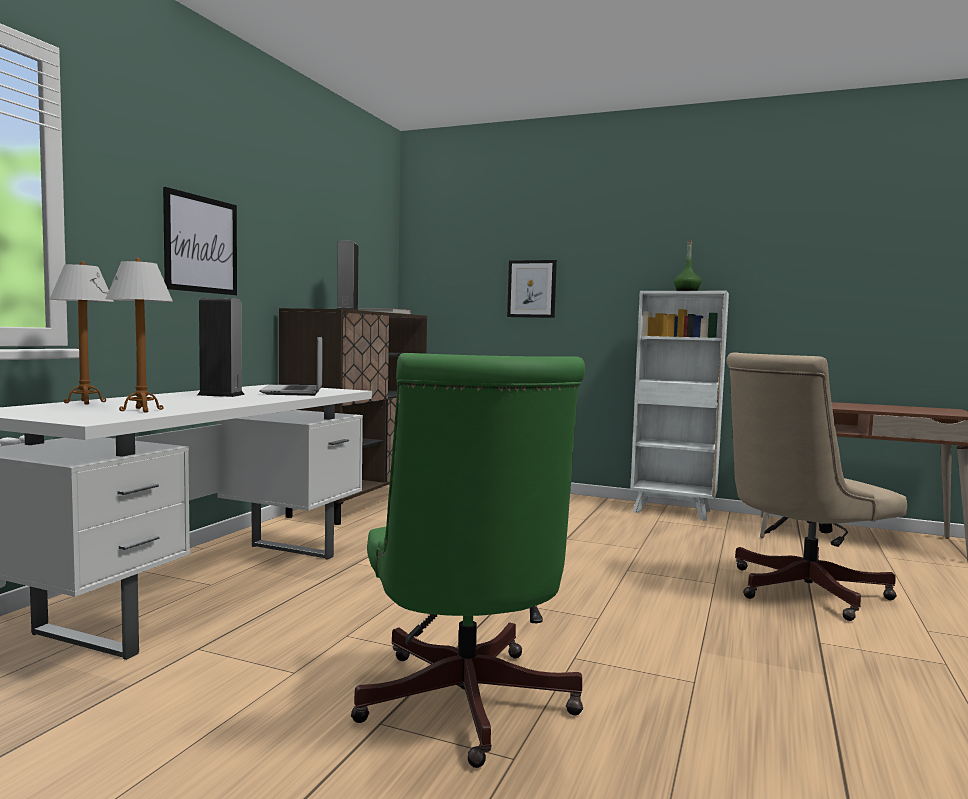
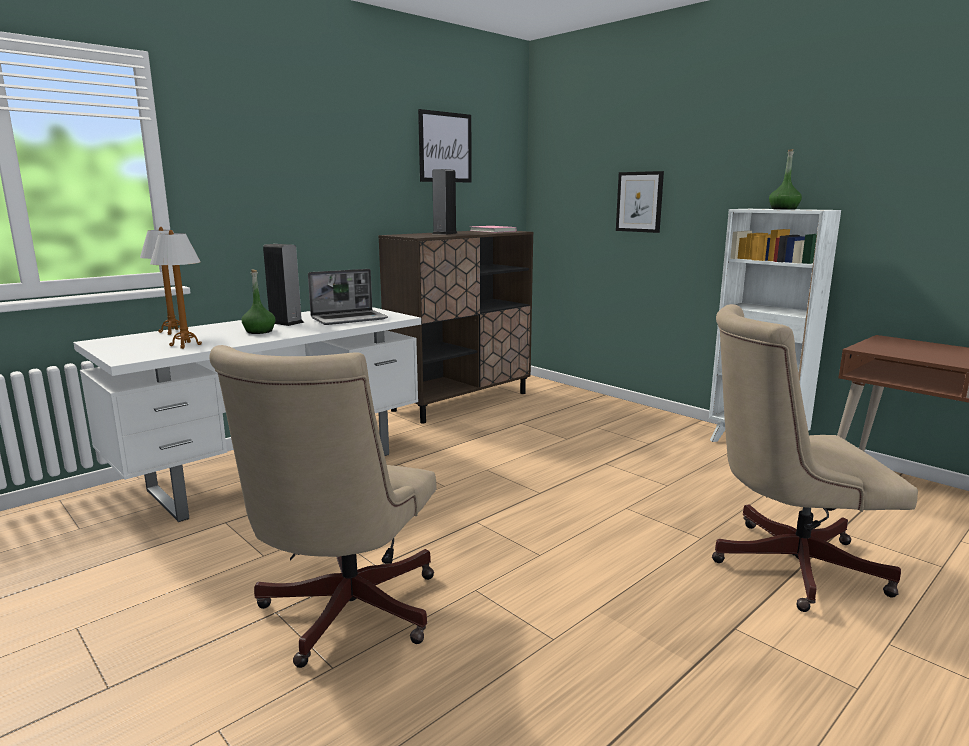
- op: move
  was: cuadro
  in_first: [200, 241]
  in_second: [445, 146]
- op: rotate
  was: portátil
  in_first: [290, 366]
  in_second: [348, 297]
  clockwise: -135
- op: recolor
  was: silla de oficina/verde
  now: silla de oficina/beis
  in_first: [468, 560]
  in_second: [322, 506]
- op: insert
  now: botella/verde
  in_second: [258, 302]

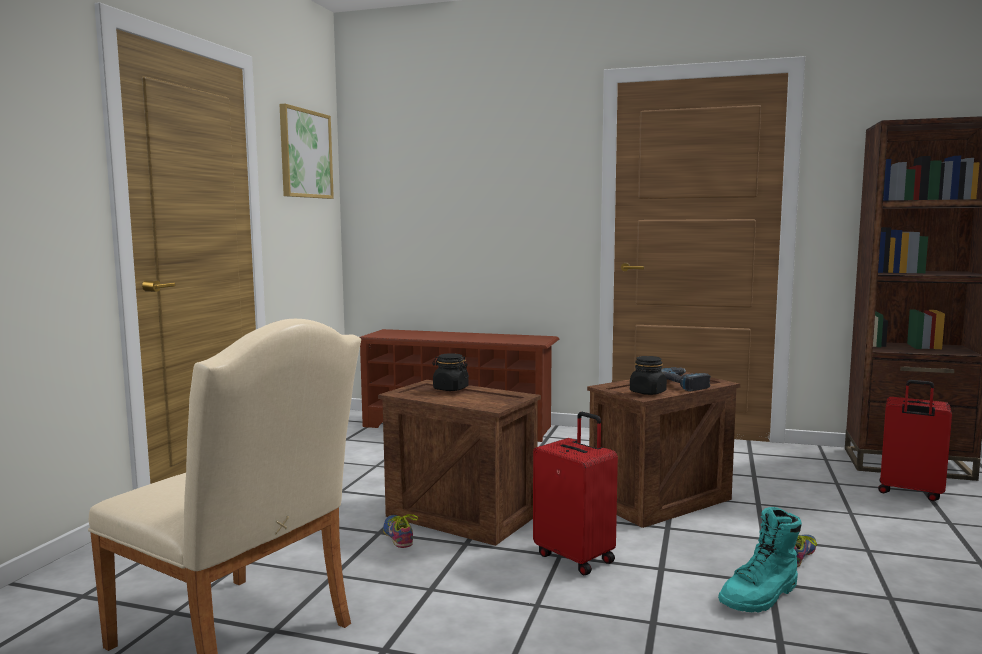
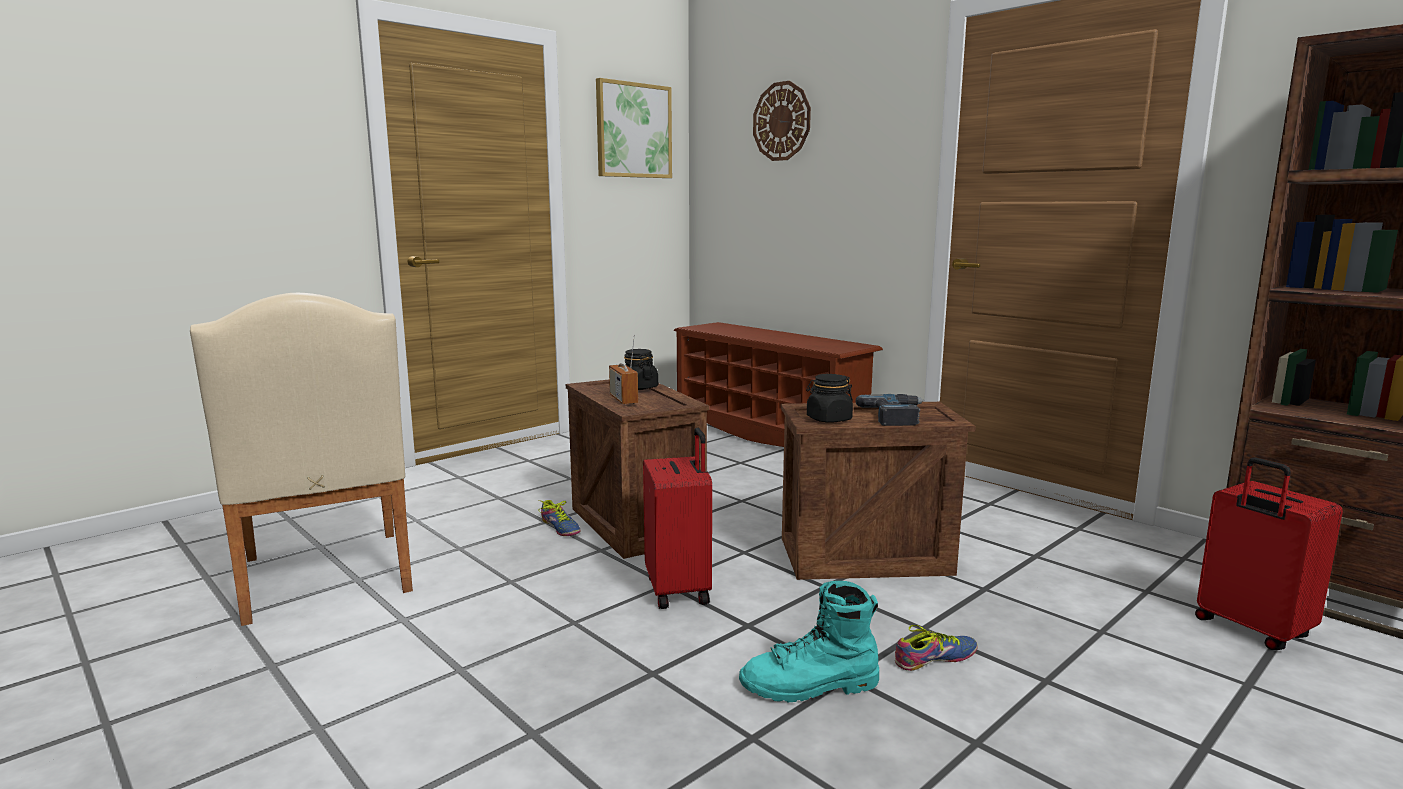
- op: rotate
  was: zapato
  in_first: [400, 531]
  in_second: [560, 518]
  clockwise: 135
- op: insert
  now: radio
  in_second: [623, 369]
- op: insert
  now: reloj de pared
  in_second: [782, 121]

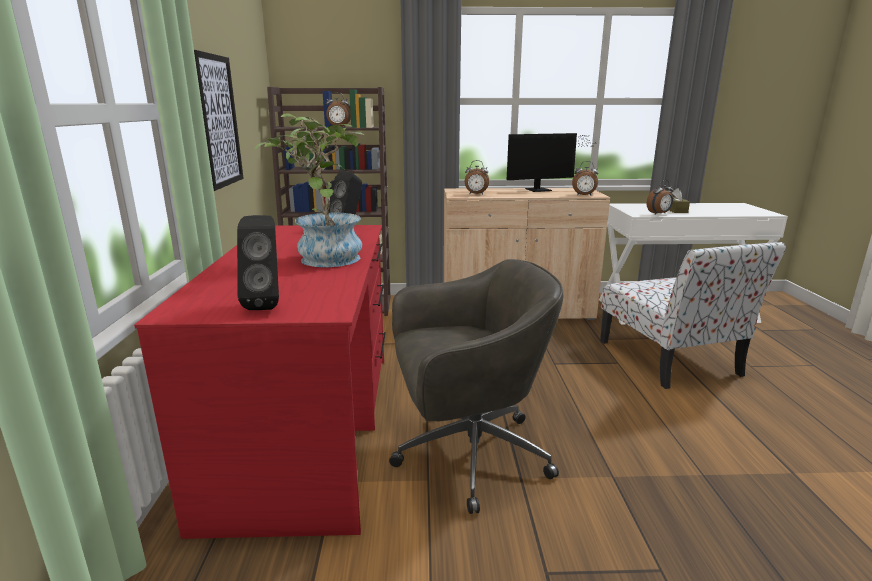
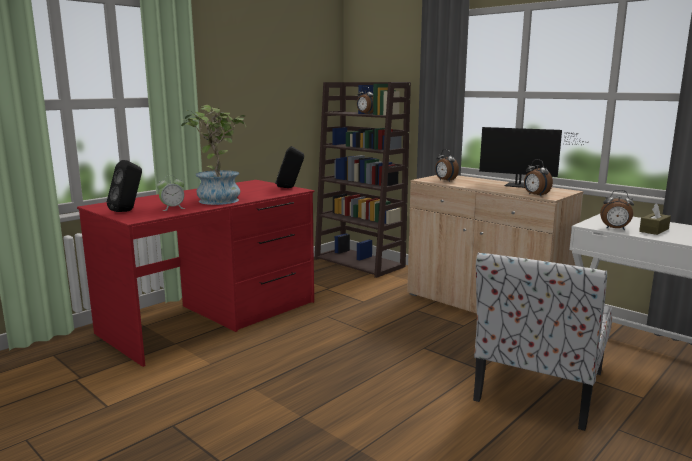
- op: delete
  was: cuadro
  in_first: [219, 120]
- op: delete
  was: silla de oficina/gris
  in_first: [476, 386]
- op: insert
  now: despertador
  in_second: [171, 194]

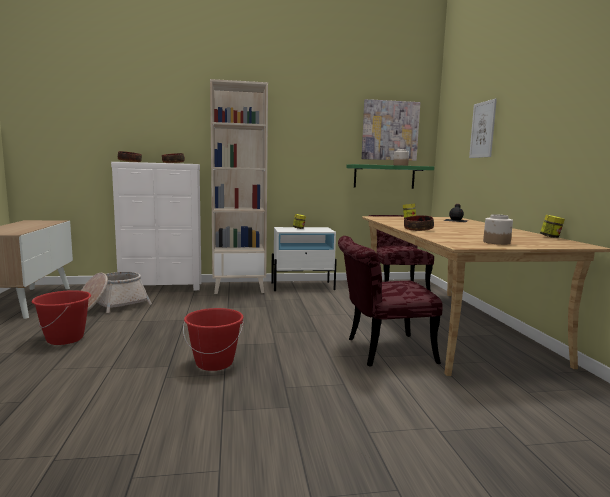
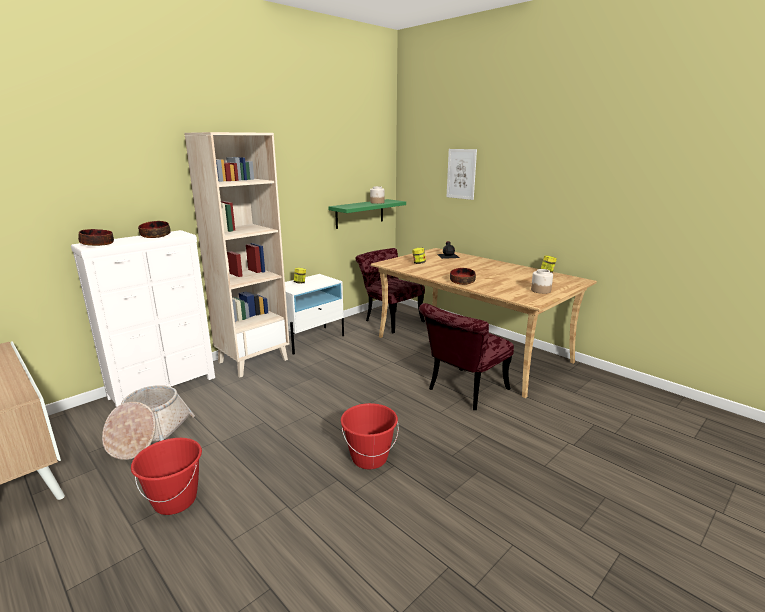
- op: delete
  was: cuadro
  in_first: [391, 130]

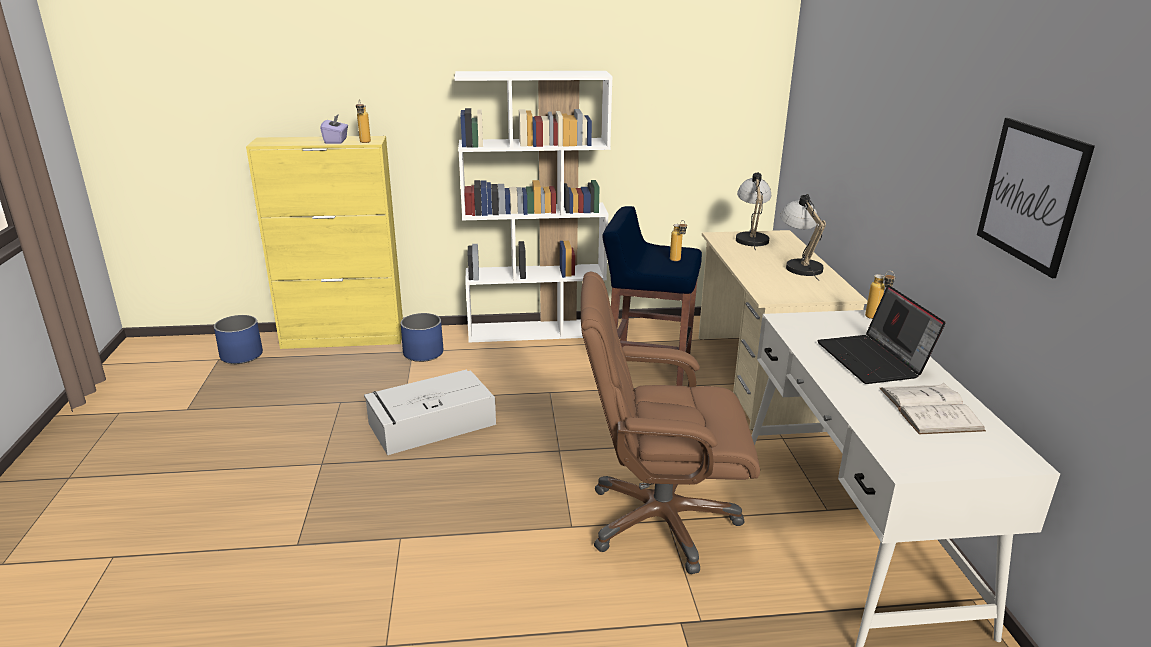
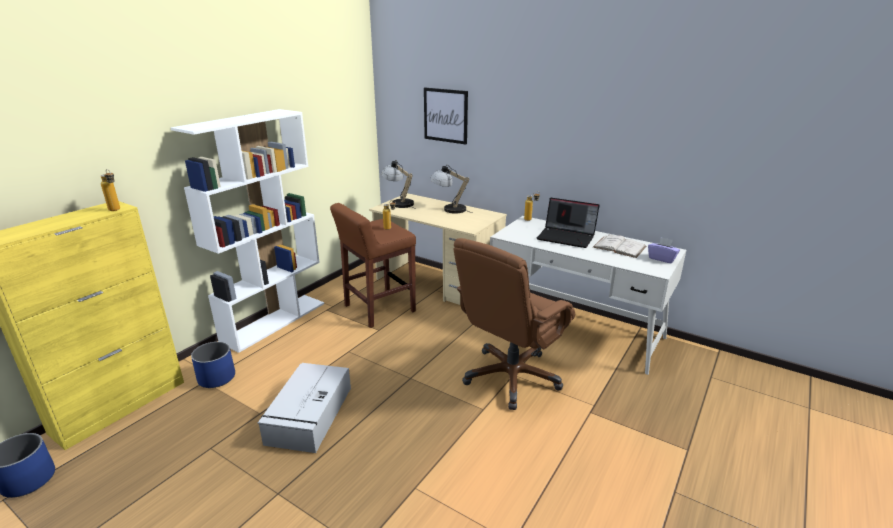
- op: move
  was: caja de pañuelos/morado
  in_first: [334, 129]
  in_second: [664, 250]
- op: recolor
  was: taburete/azul
  now: taburete/marrón
  in_first: [652, 296]
  in_second: [373, 265]
- op: move
  was: cuadro
  in_first: [1036, 198]
  in_second: [446, 116]

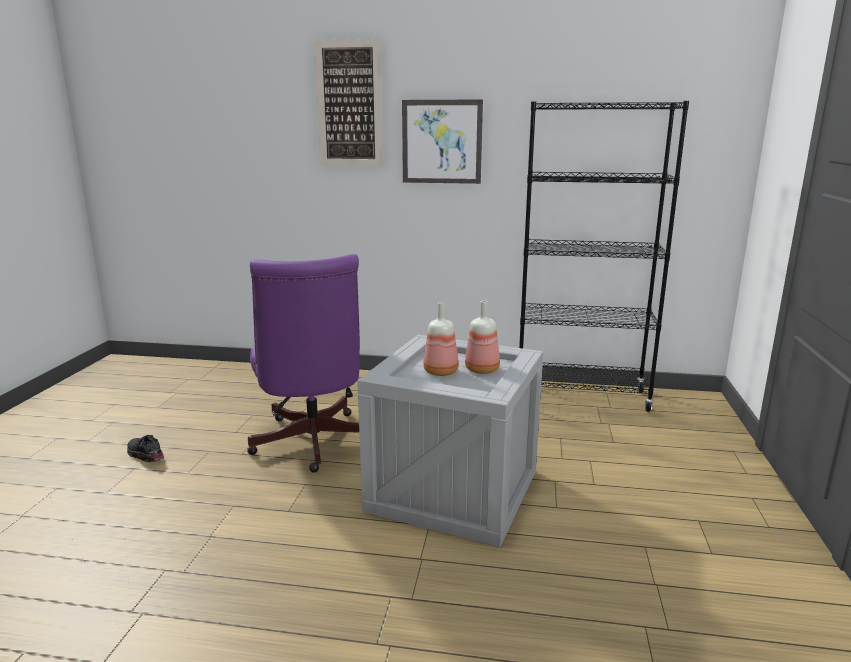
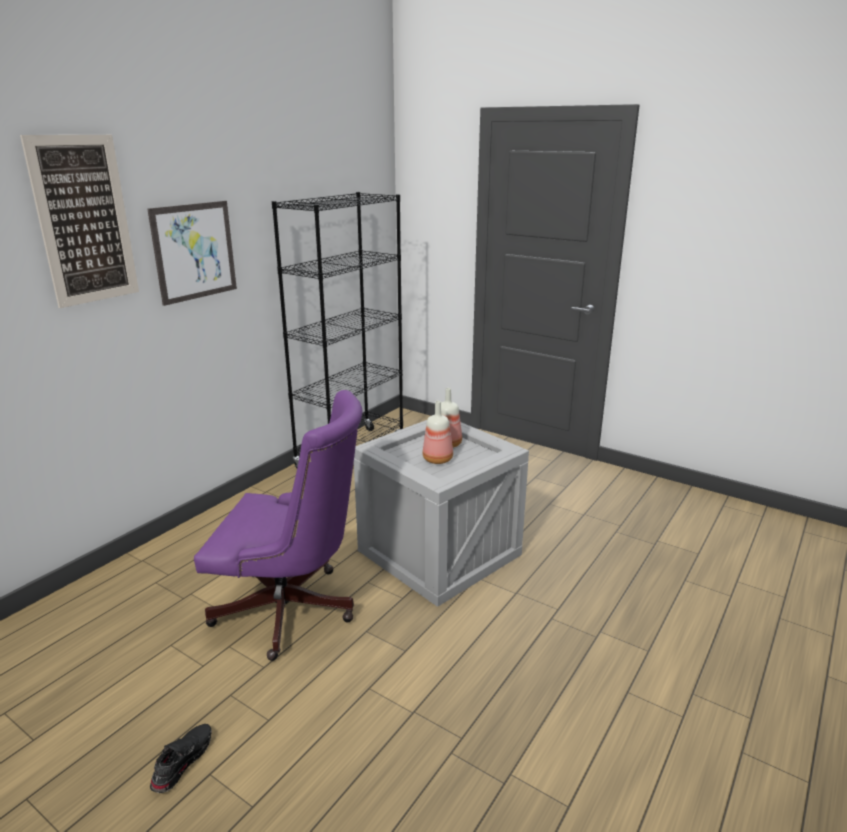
- op: rotate
  was: zapato/negro
  in_first: [145, 448]
  in_second: [181, 758]
  clockwise: 135

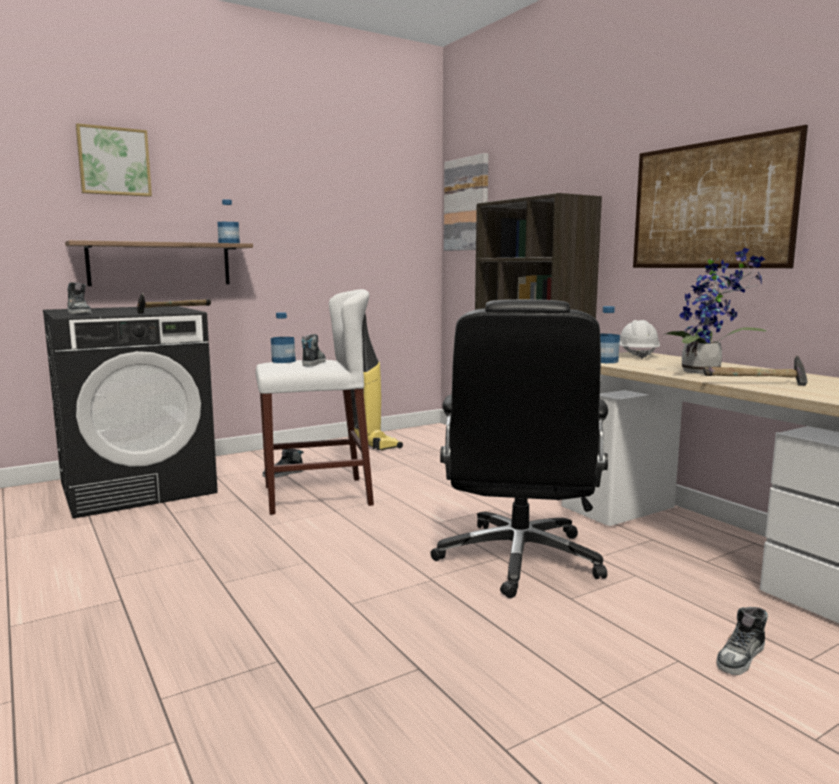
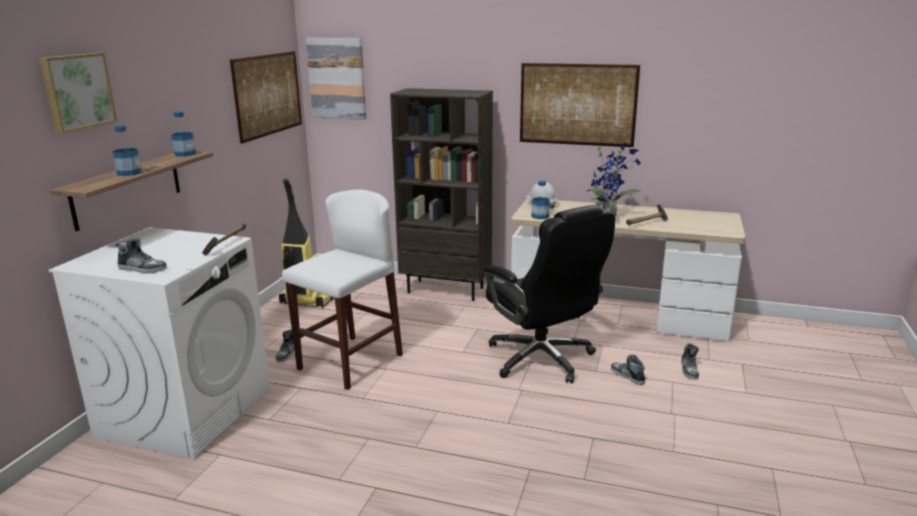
- op: recolor
  was: lavadora/negro
  now: lavadora/blanco
  in_first: [130, 412]
  in_second: [159, 343]
- op: move
  was: botella
  in_first: [283, 337]
  in_second: [127, 150]
- op: move
  was: zapato
  in_first: [313, 350]
  in_second: [628, 370]
- op: insert
  now: cuadro
  in_second: [266, 97]

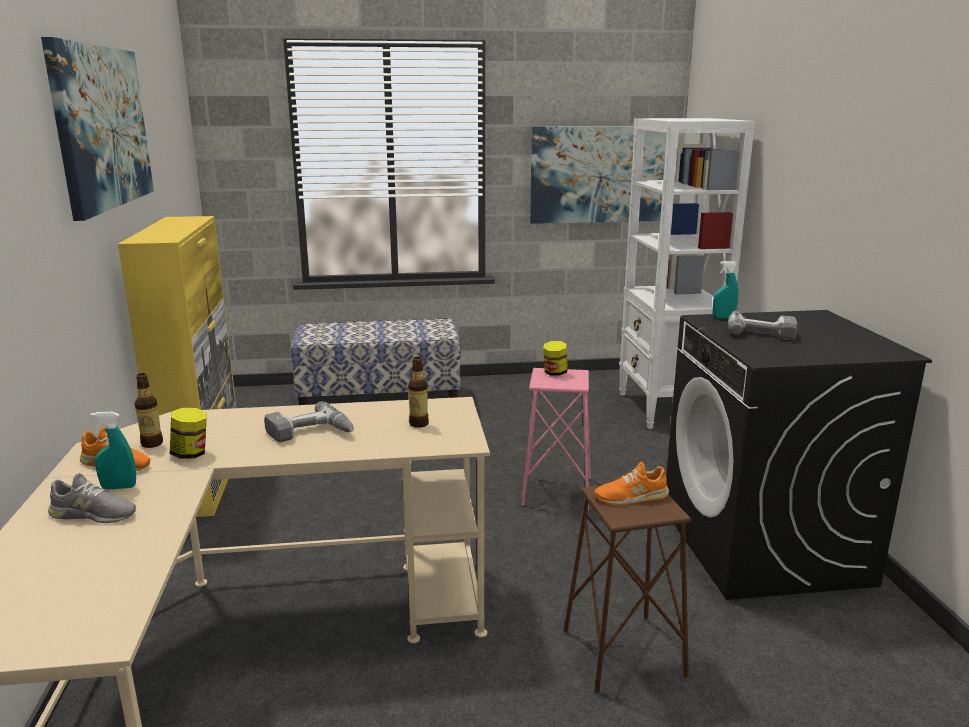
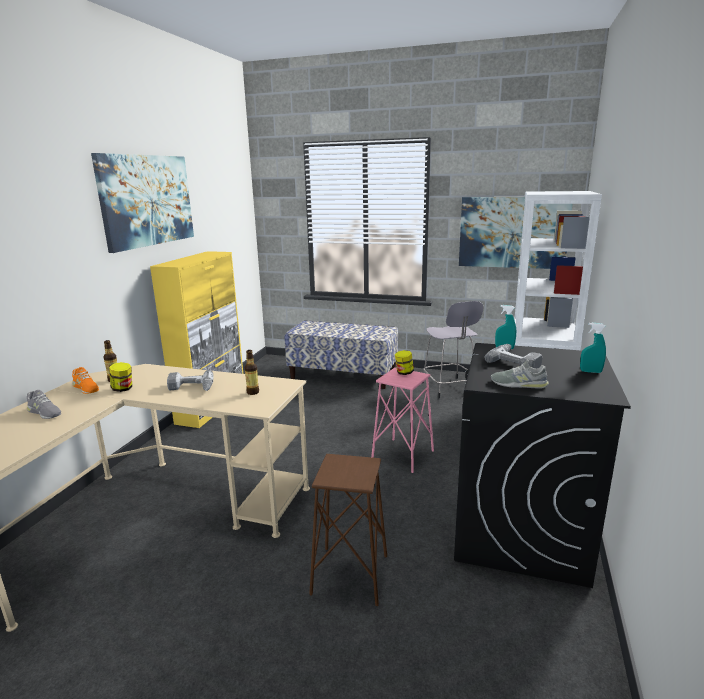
- op: move
  was: pulverizador/turquesa
  in_first: [113, 450]
  in_second: [593, 348]
- op: delete
  was: zapato/naranja
  in_first: [631, 483]
- op: insert
  now: taburete/gris
  in_second: [453, 349]
- op: insert
  now: zapato/gris
  in_second: [520, 374]

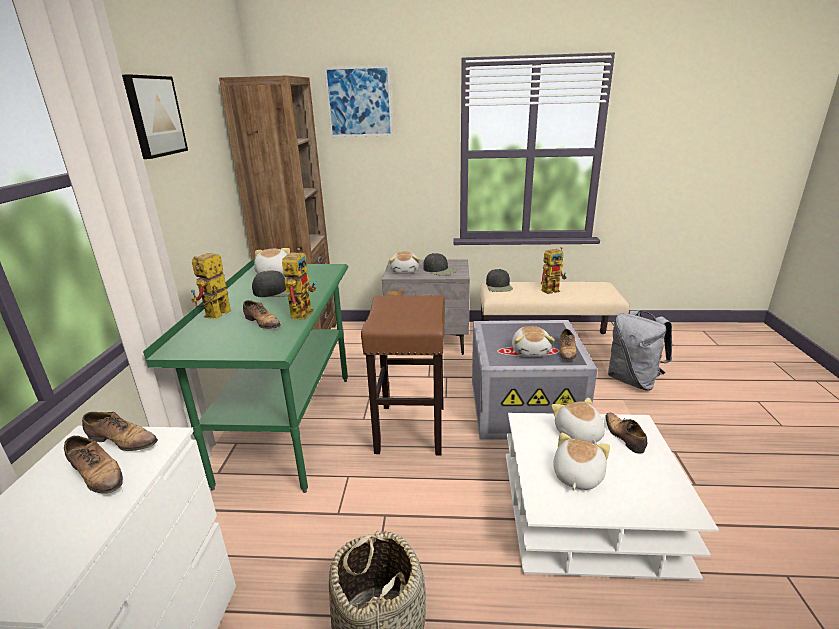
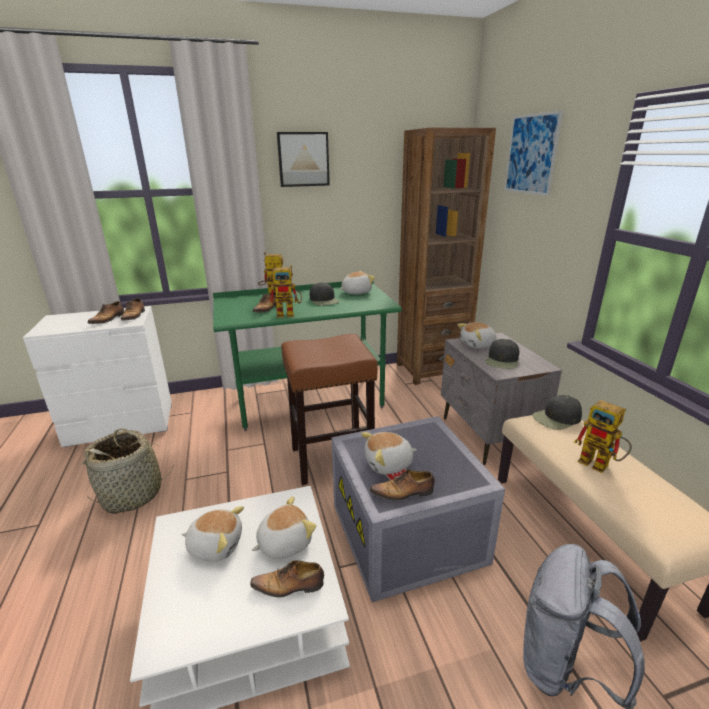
- op: rotate
  was: zapato
  in_first: [626, 433]
  in_second: [287, 578]
  clockwise: -150

